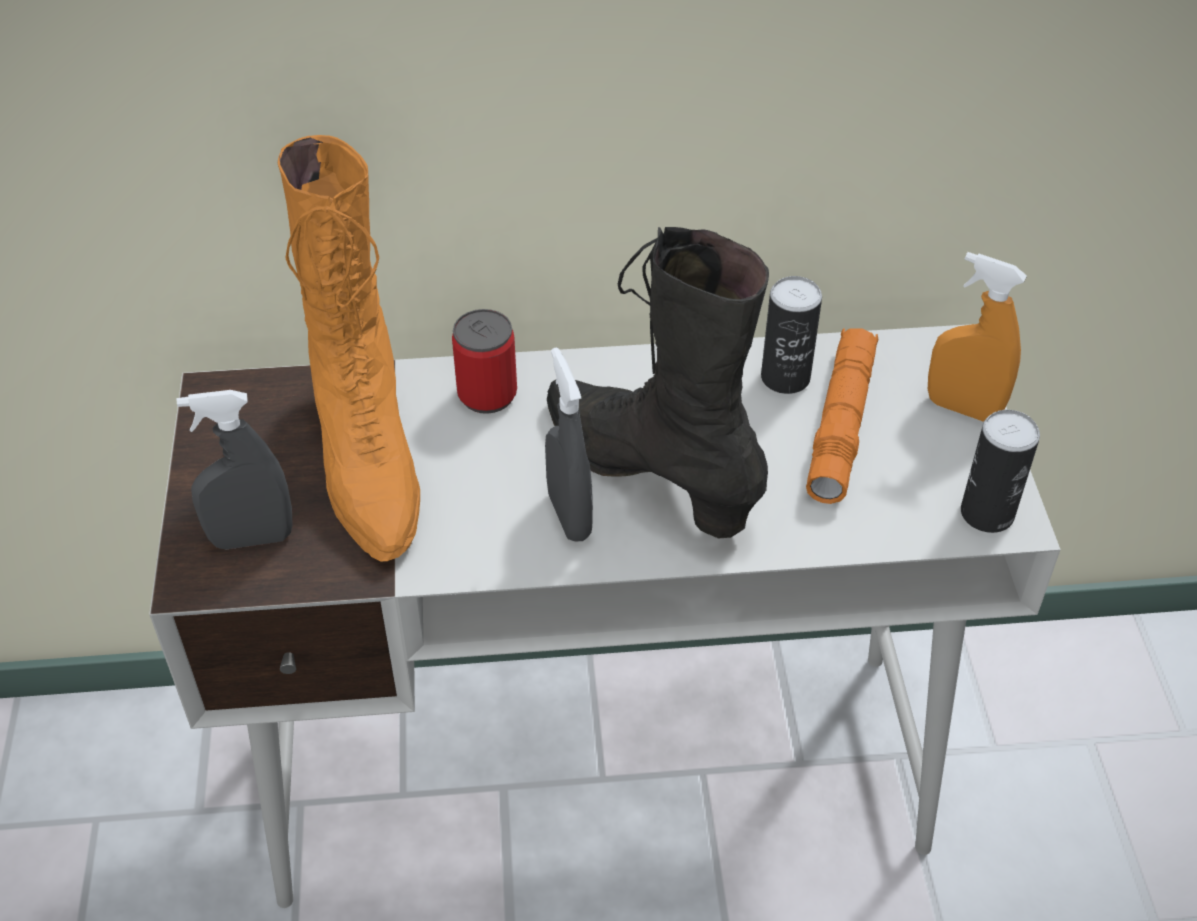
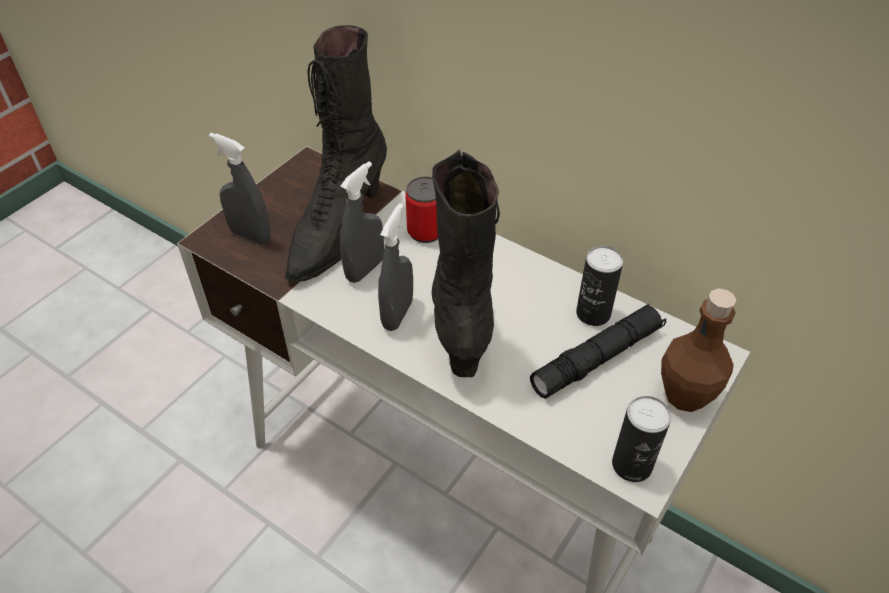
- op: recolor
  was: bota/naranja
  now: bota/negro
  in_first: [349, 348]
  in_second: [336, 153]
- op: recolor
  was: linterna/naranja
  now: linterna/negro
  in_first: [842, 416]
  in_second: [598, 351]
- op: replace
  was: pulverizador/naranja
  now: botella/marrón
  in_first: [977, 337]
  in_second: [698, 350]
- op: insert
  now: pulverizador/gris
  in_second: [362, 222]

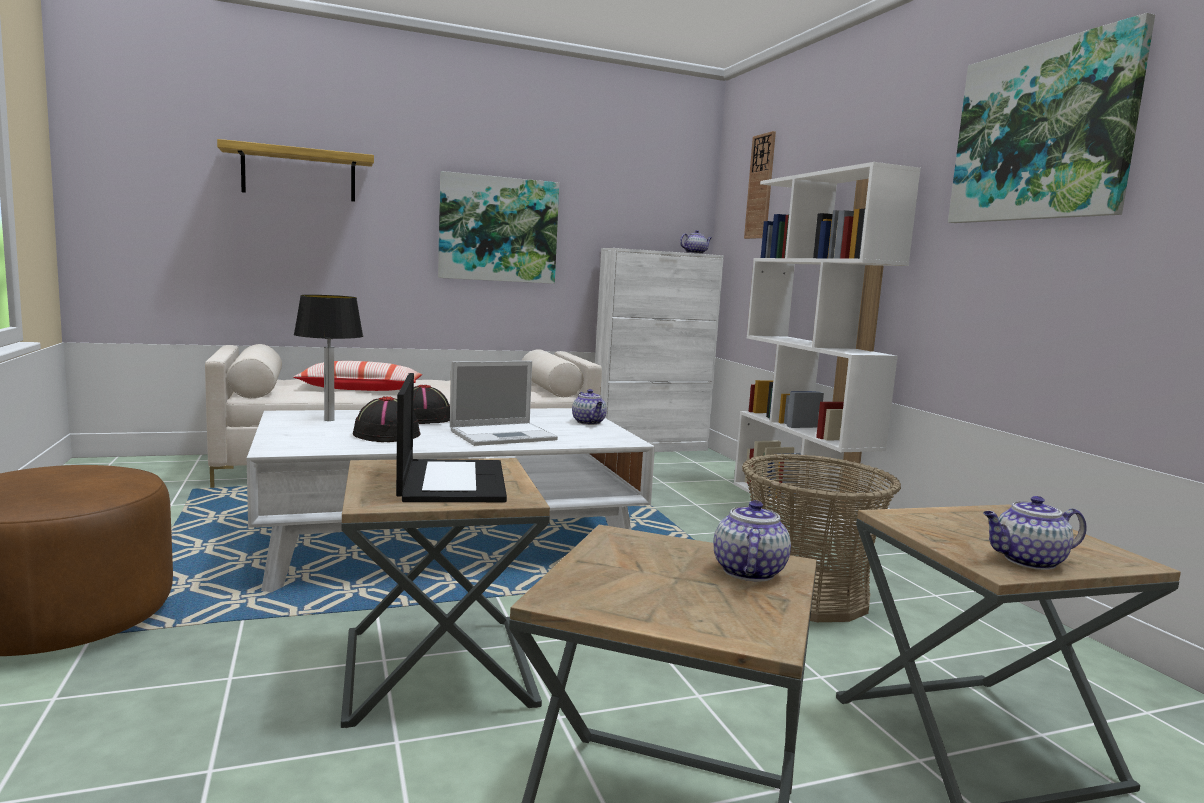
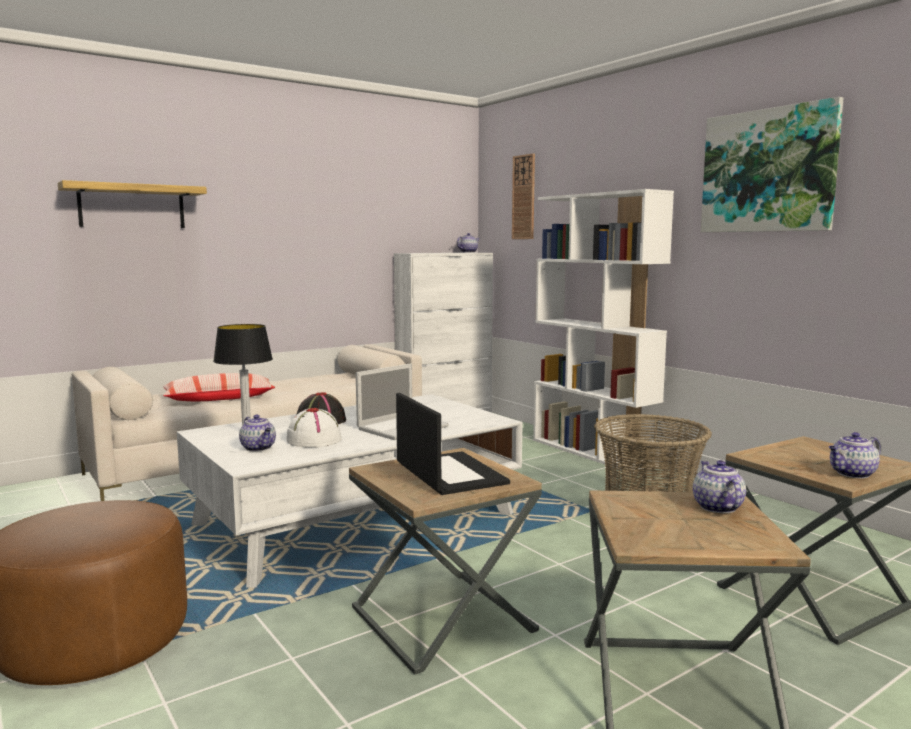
- op: recolor
  was: sombrero/negro
  now: sombrero/blanco
  in_first: [387, 419]
  in_second: [314, 428]
- op: delete
  was: cuadro
  in_first: [498, 227]
- op: move
  was: tetera
  in_first: [589, 407]
  in_second: [257, 433]

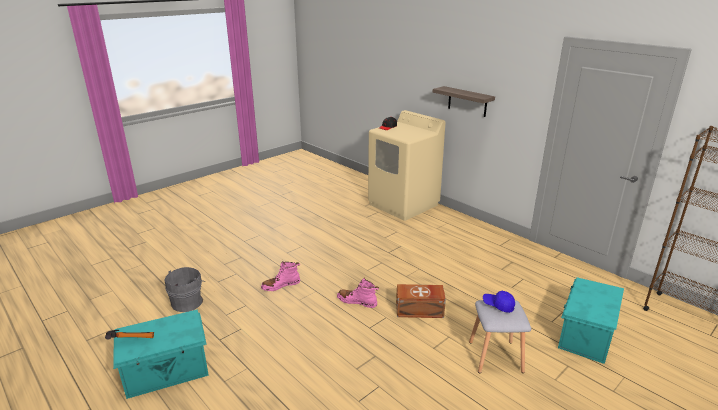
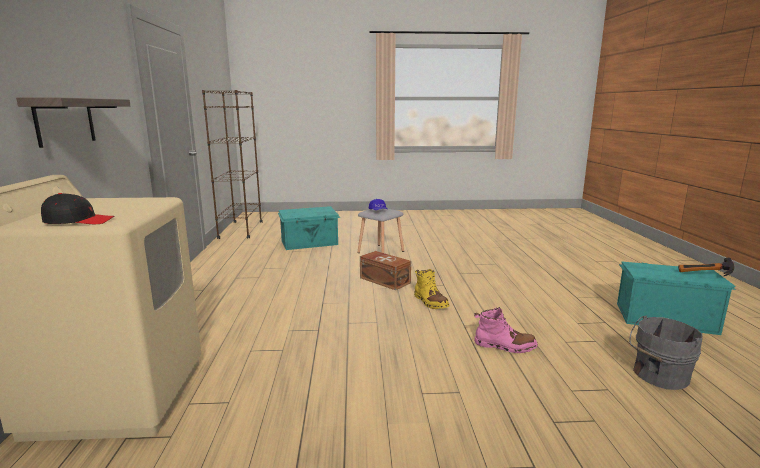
- op: recolor
  was: bota/rosa
  now: bota/amarillo
  in_first: [358, 293]
  in_second: [432, 289]

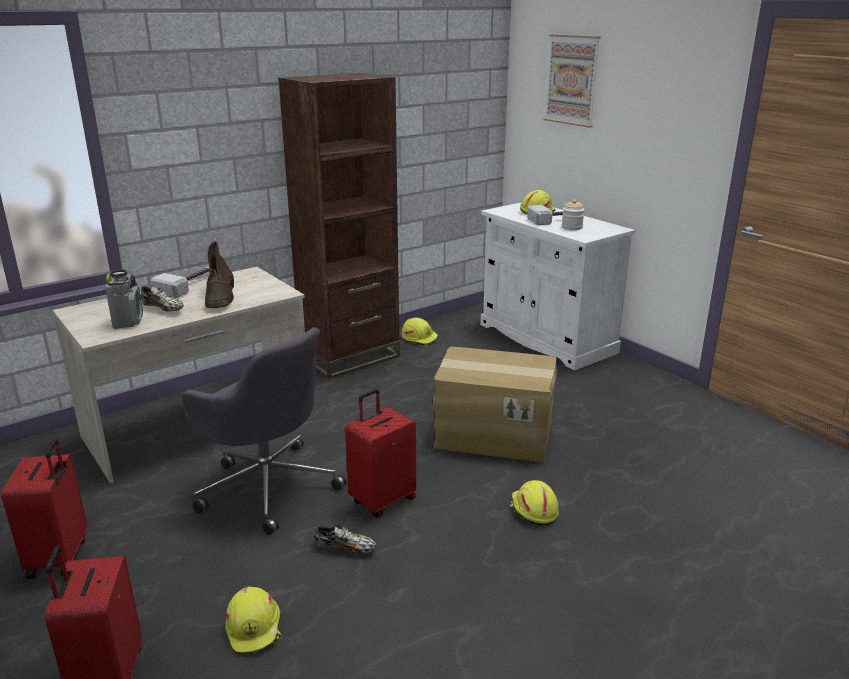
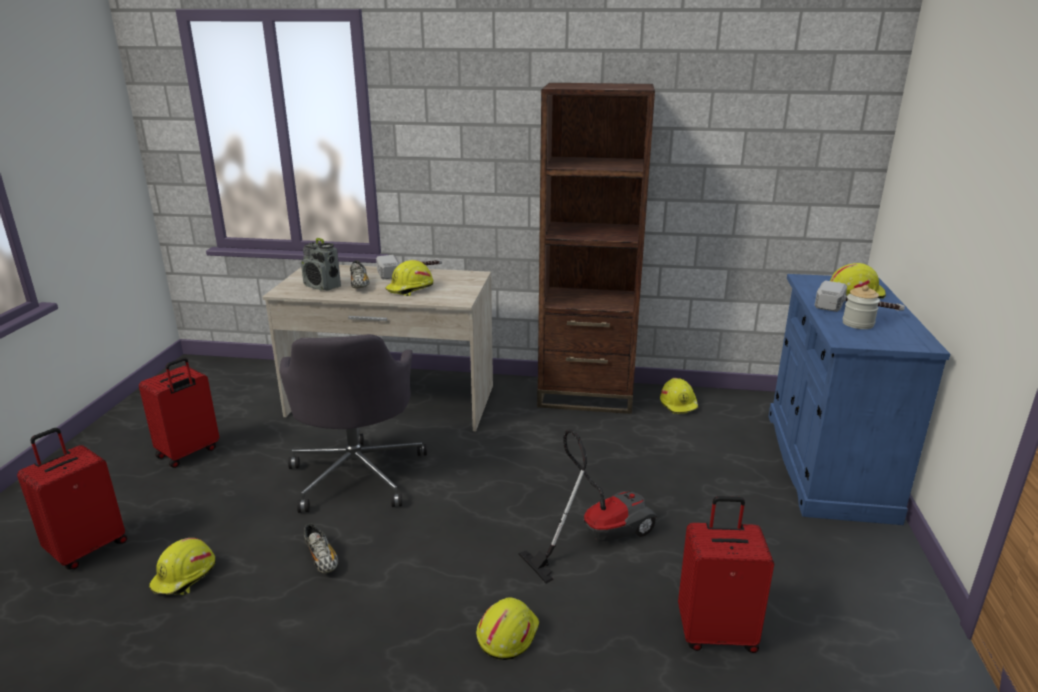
- op: rotate
  was: radio
  in_first: [124, 299]
  in_second: [321, 264]
  clockwise: 90
- op: replace
  was: bota/marrón
  now: casco/amarillo
  in_first: [219, 274]
  in_second: [409, 278]
- op: move
  was: maleta/rojo
  in_first: [380, 453]
  in_second: [726, 574]
- op: replace
  was: caja de cartón
  now: aspiradora
  in_first: [495, 404]
  in_second: [587, 506]
- op: recolor
  was: armario/blanco
  now: armario/azul
  in_first: [557, 286]
  in_second: [859, 399]
- op: delete
  was: cuadro
  in_first: [572, 81]

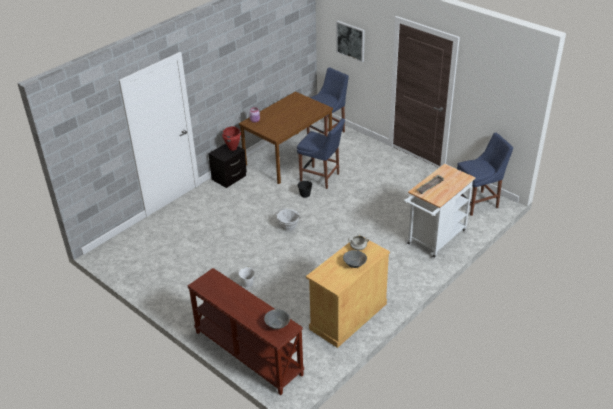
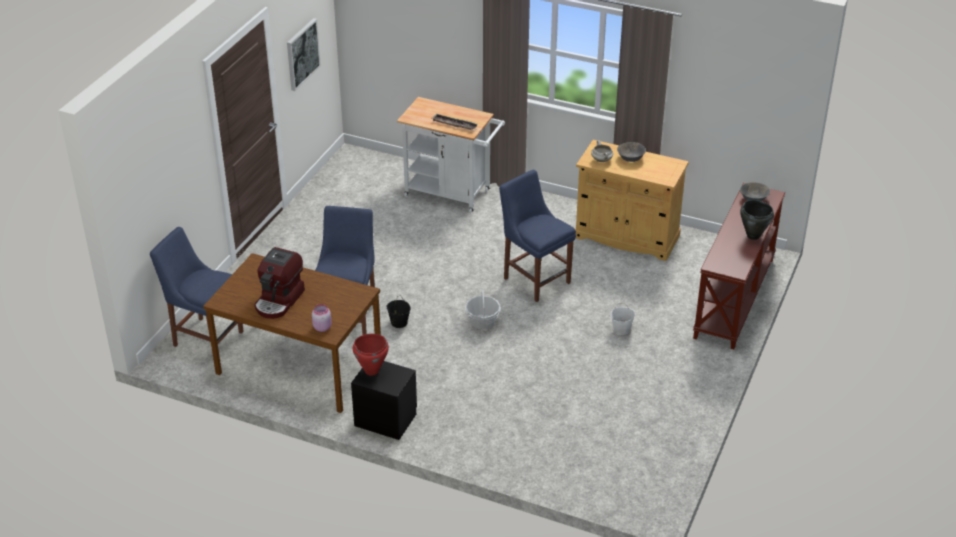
- op: move
  was: cuadro
  in_first: [350, 41]
  in_second: [304, 54]
- op: move
  was: silla/azul
  in_first: [485, 174]
  in_second: [537, 236]
- op: insert
  now: cafetera
  in_second: [279, 283]
- op: insert
  now: olla/negro
  in_second: [757, 220]

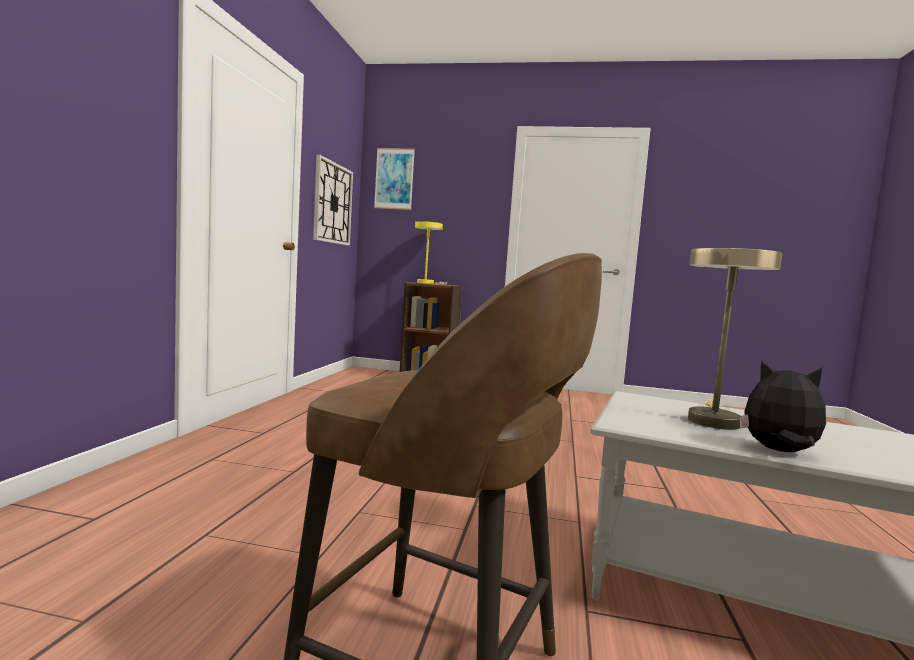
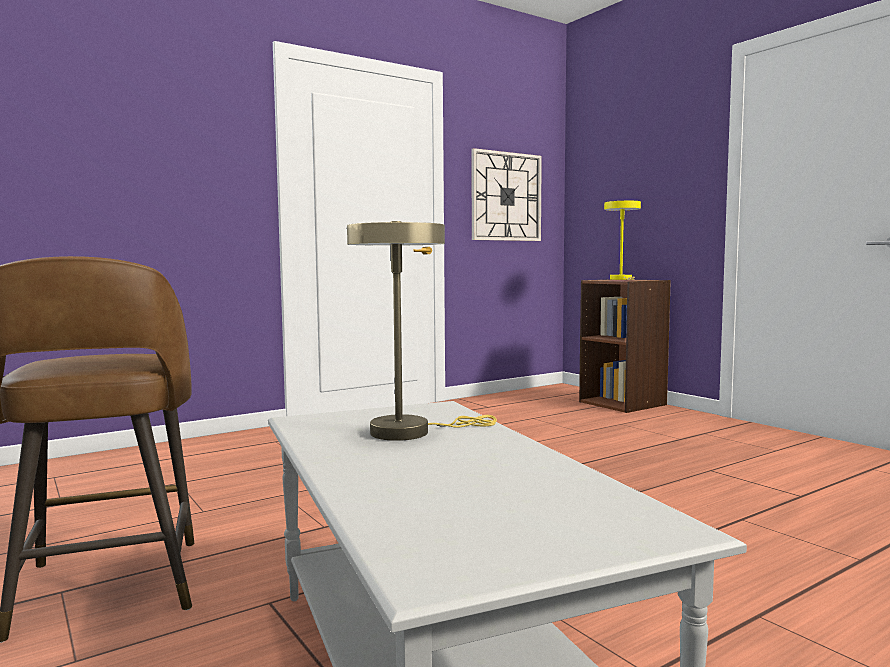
- op: delete
  was: cuadro
  in_first: [394, 179]
- op: delete
  was: peluche
  in_first: [782, 406]

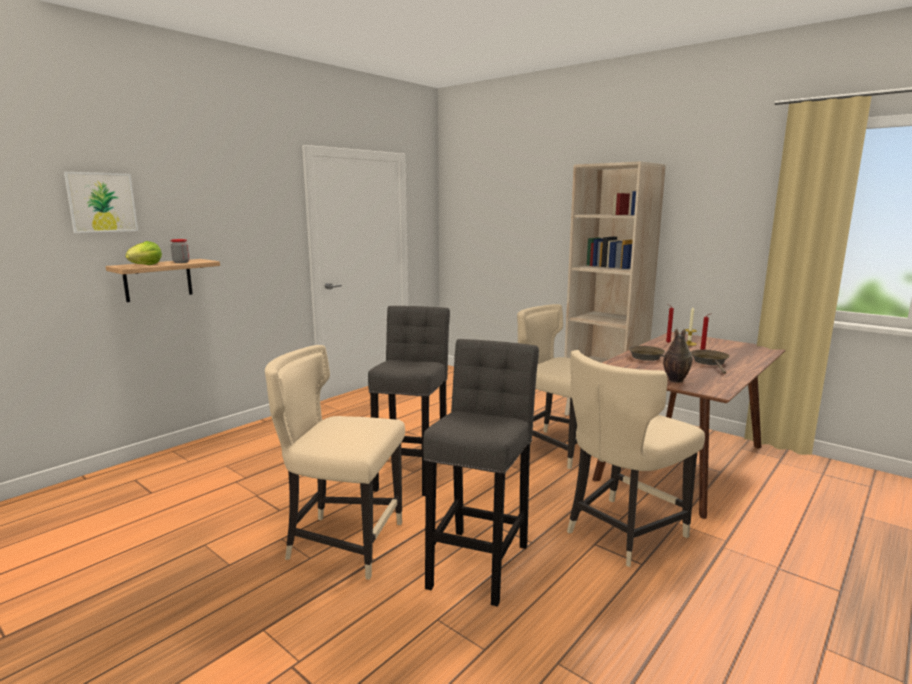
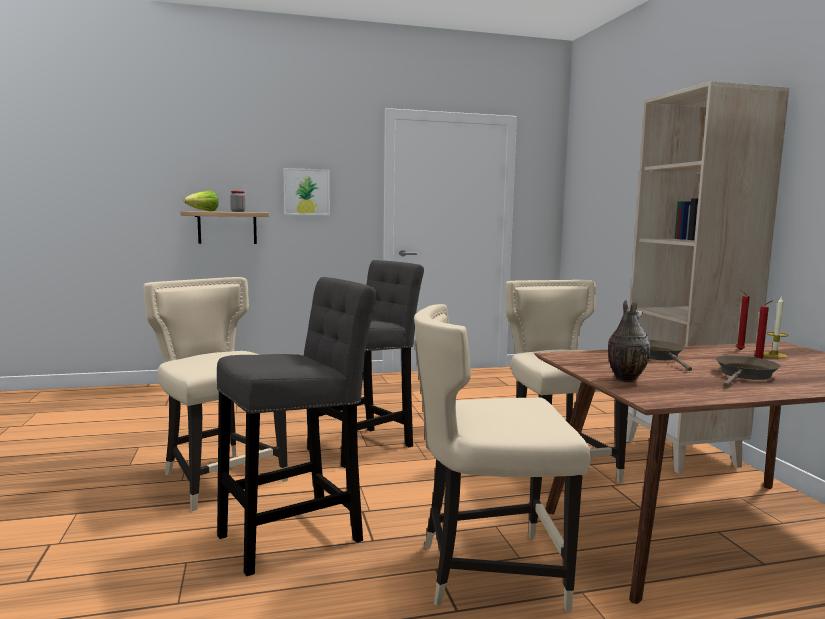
- op: move
  was: cuadro
  in_first: [101, 202]
  in_second: [306, 191]

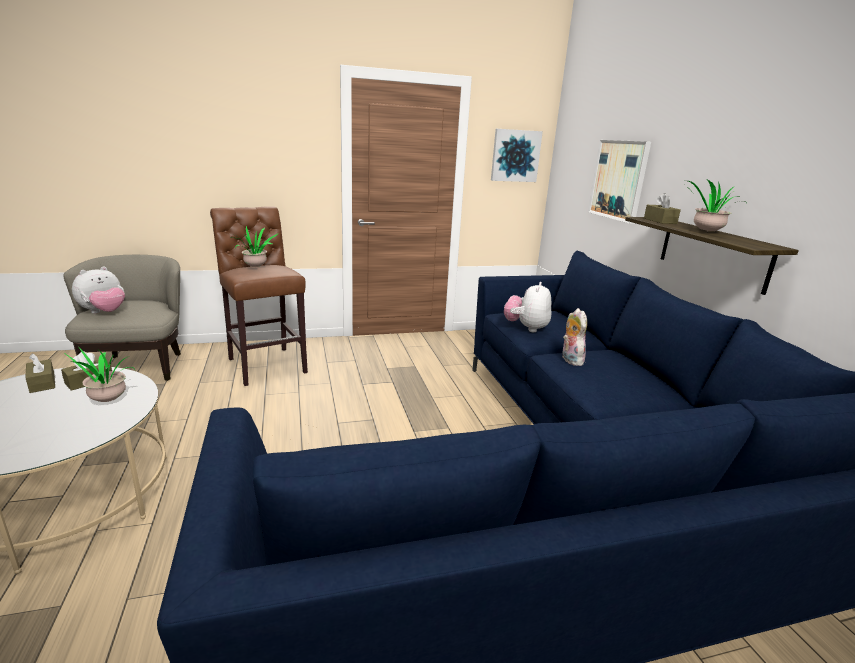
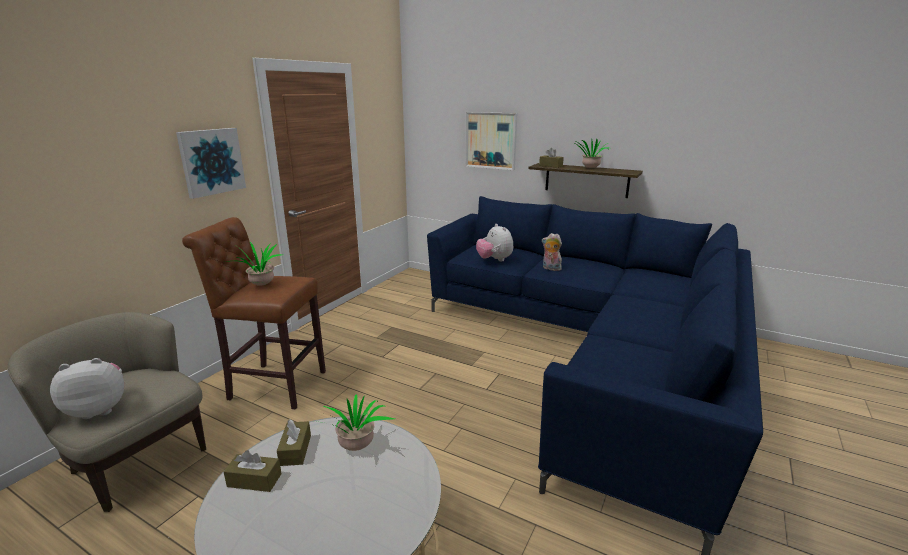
- op: rotate
  was: peluche
  in_first: [98, 290]
  in_second: [87, 388]
  clockwise: -105
- op: move
  was: cuadro
  in_first: [517, 155]
  in_second: [211, 163]

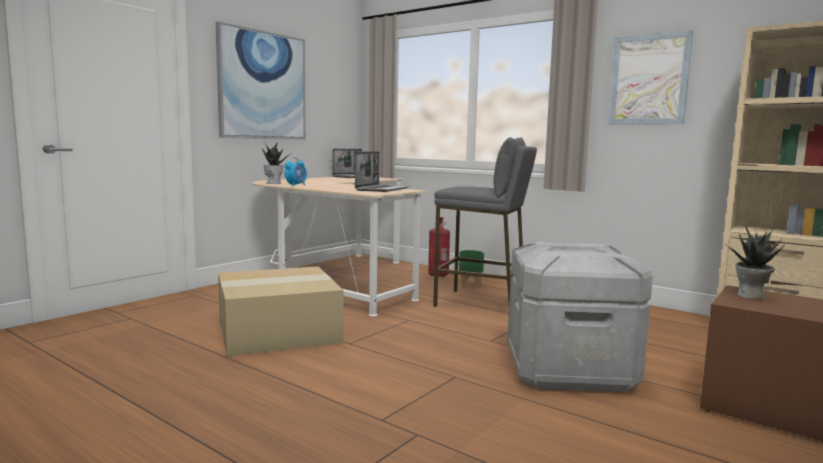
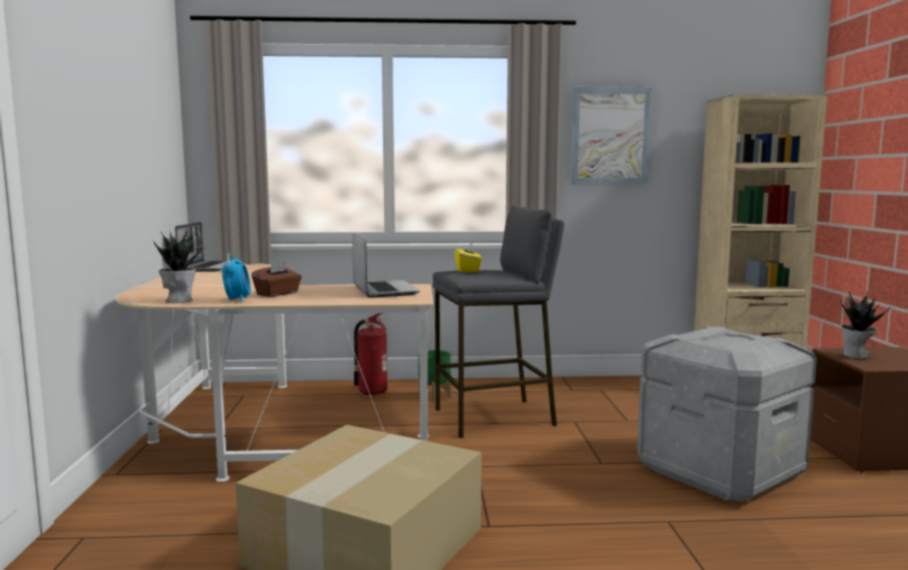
- op: delete
  was: cuadro
  in_first: [260, 80]
- op: insert
  now: caja de pañuelos/marrón
  in_second: [276, 278]
- op: insert
  now: caja de pañuelos/amarillo
  in_second: [468, 257]

